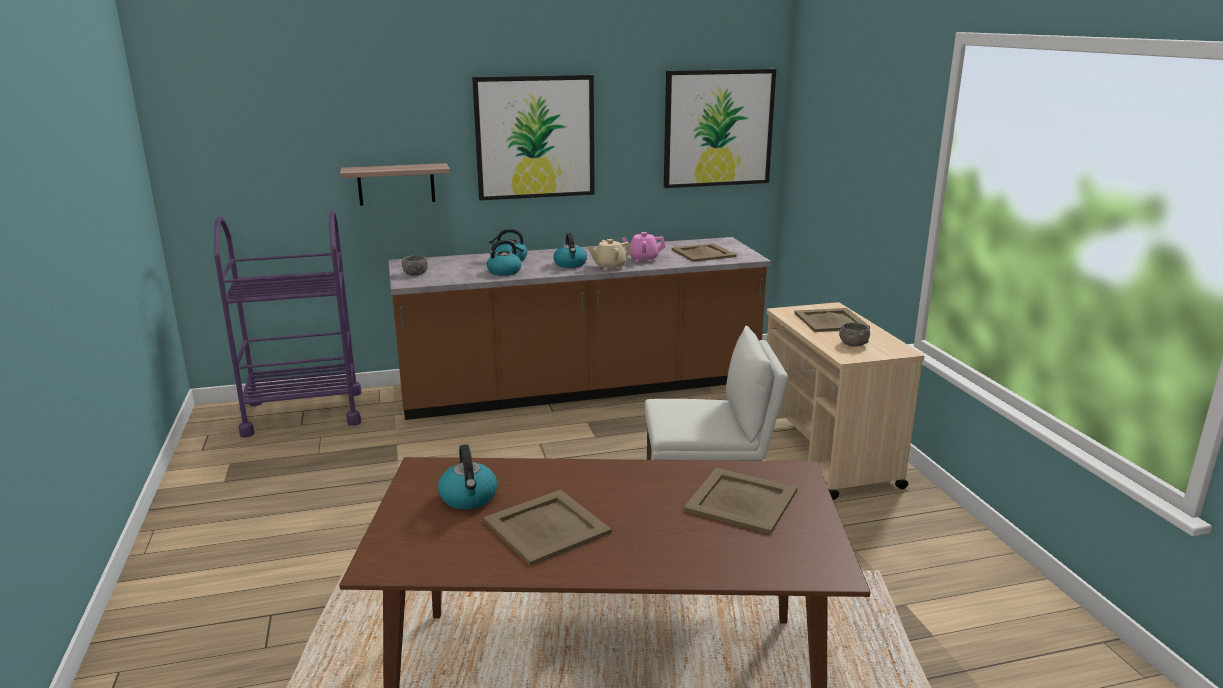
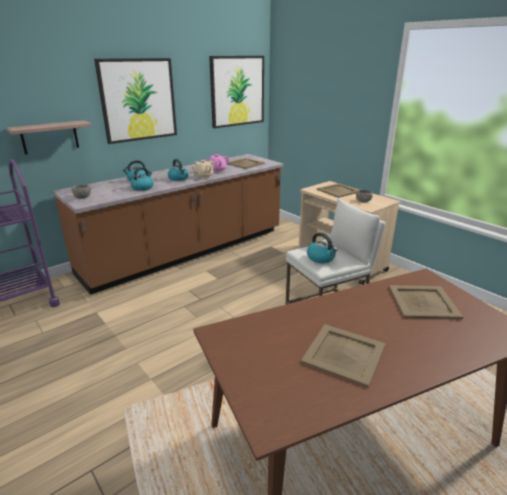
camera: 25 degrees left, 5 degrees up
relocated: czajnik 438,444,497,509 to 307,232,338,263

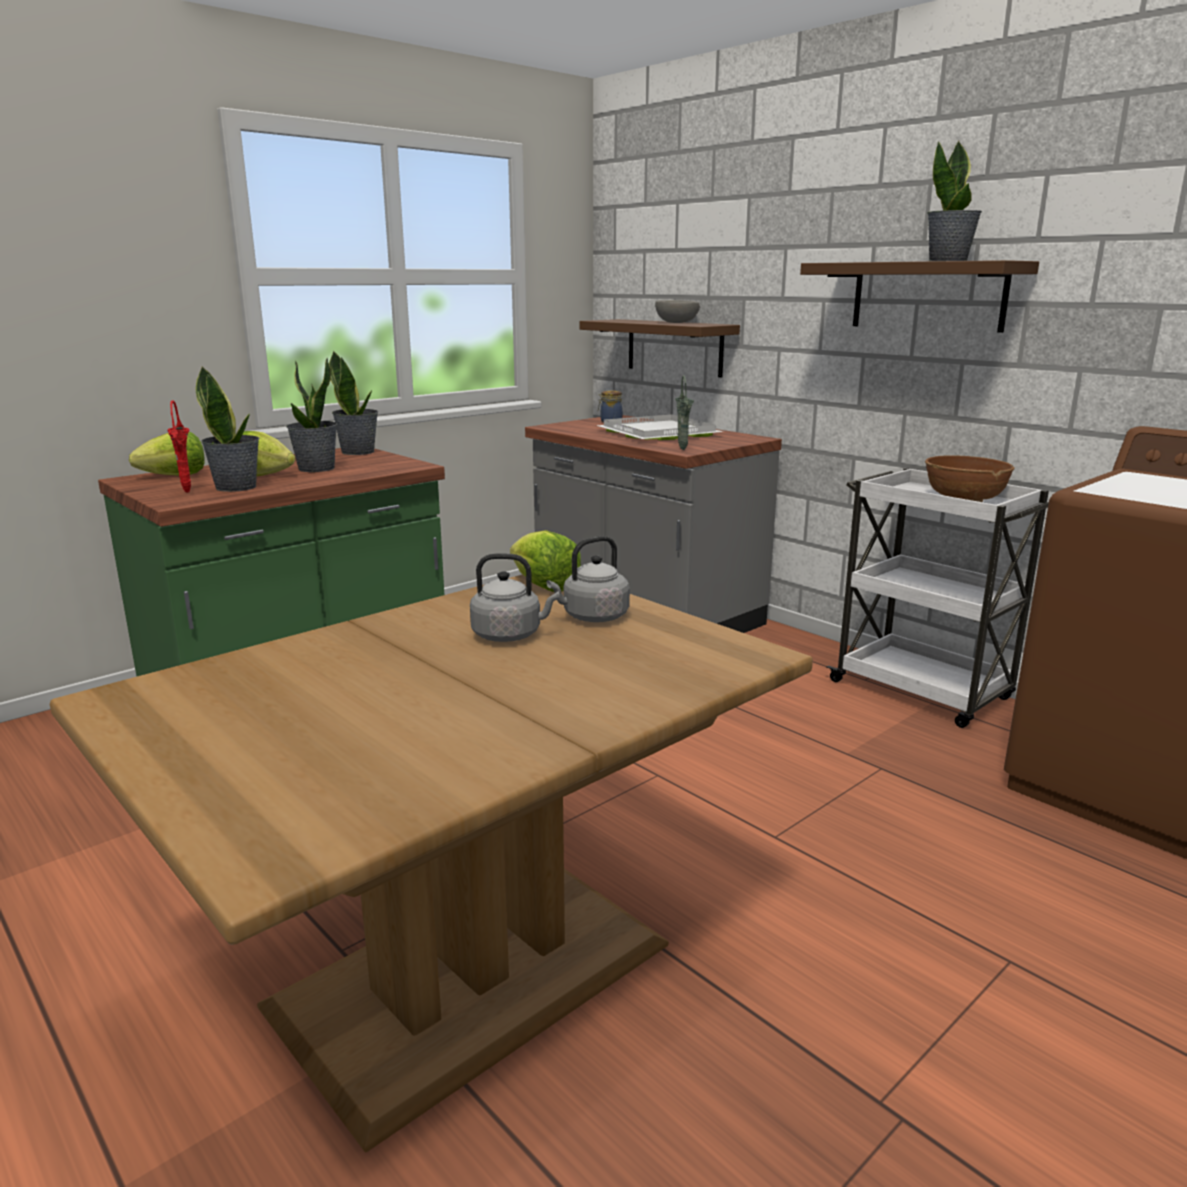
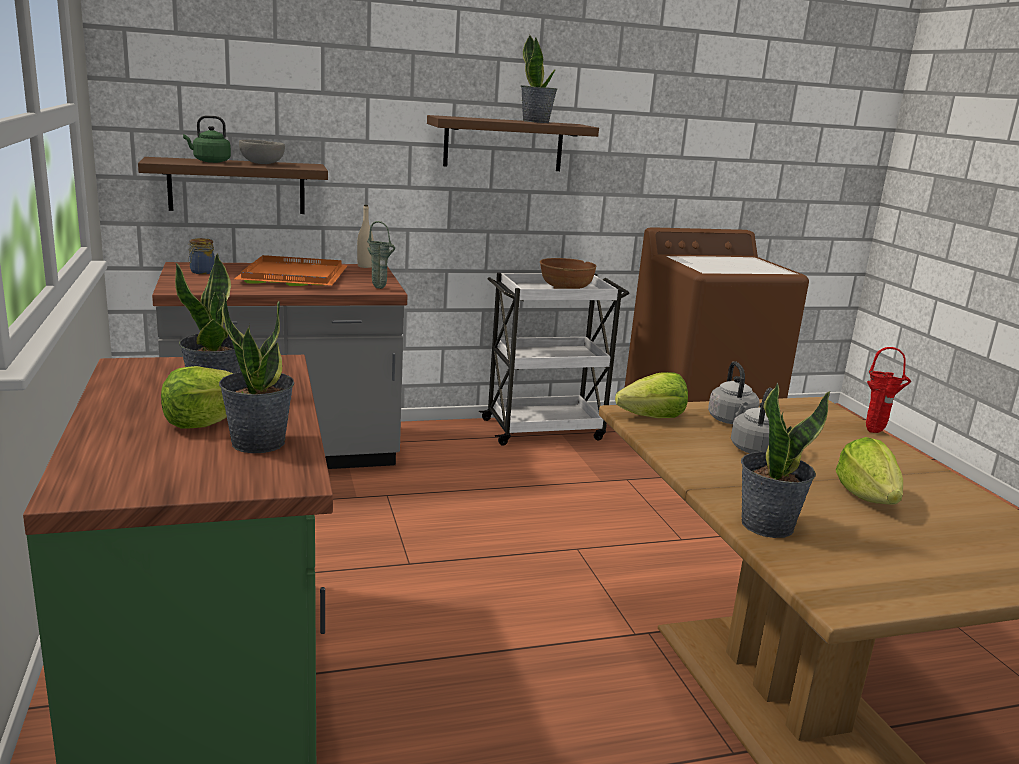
camera: 65 degrees left, 0 degrees up
appeared: czajnik [zielony] 183,115,231,163; butelka [beżowy] 357,205,374,268
relocated: sałata 129,432,205,475 to 835,437,903,505; wazon [czerwony] 168,400,191,493 to 866,347,911,433; roślina doniczkowa 329,351,378,455 to 741,383,830,538
colour: taca [biały] 596,414,723,440 to taca [pomarańczowy] 234,255,347,286

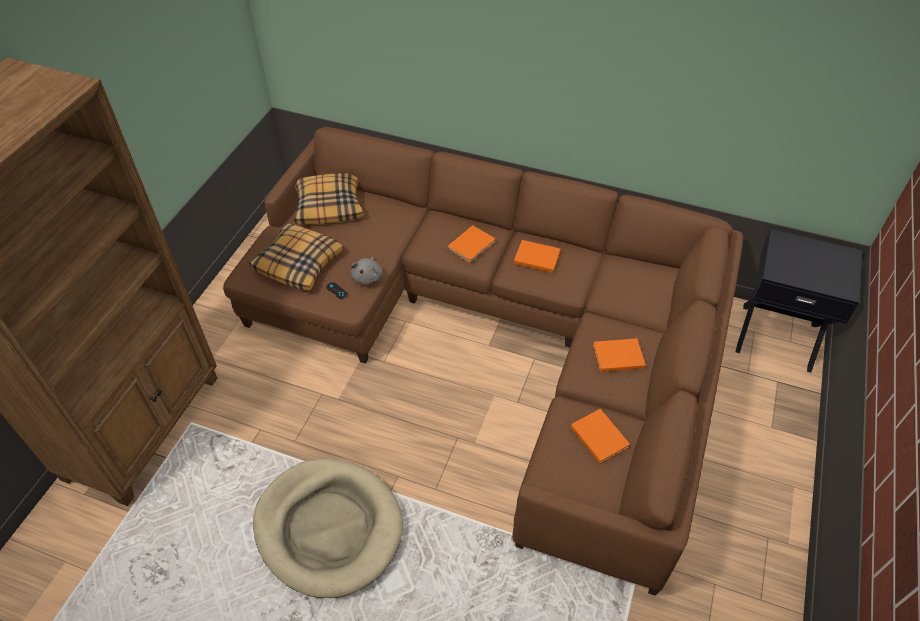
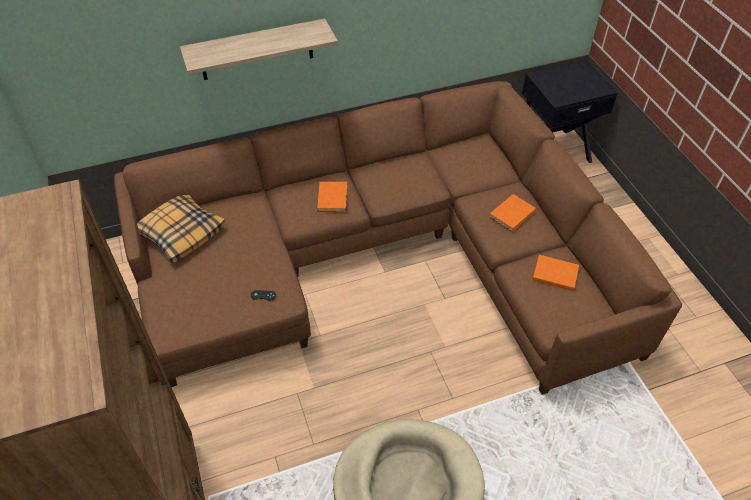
camera: 40 degrees left, 0 degrees up
missing: poduszka 249,223,344,290; pluszak [szary] 351,257,383,285; książka [pomarańczowy] 514,240,560,273
appeared: półka 180,18,338,80

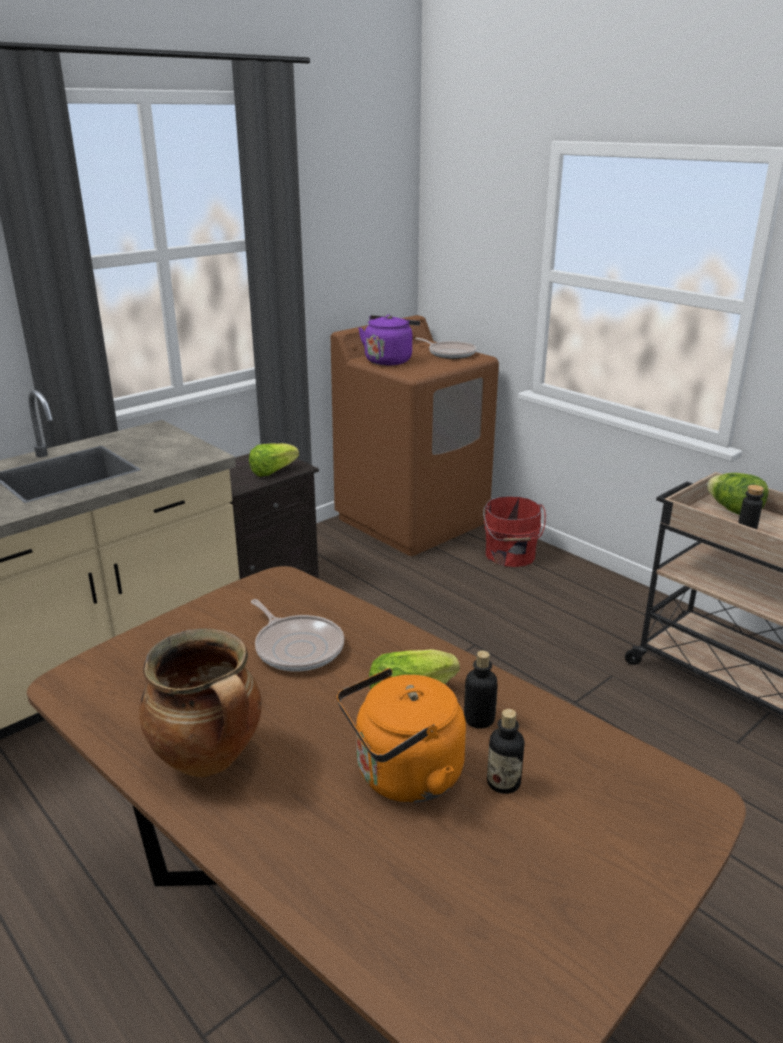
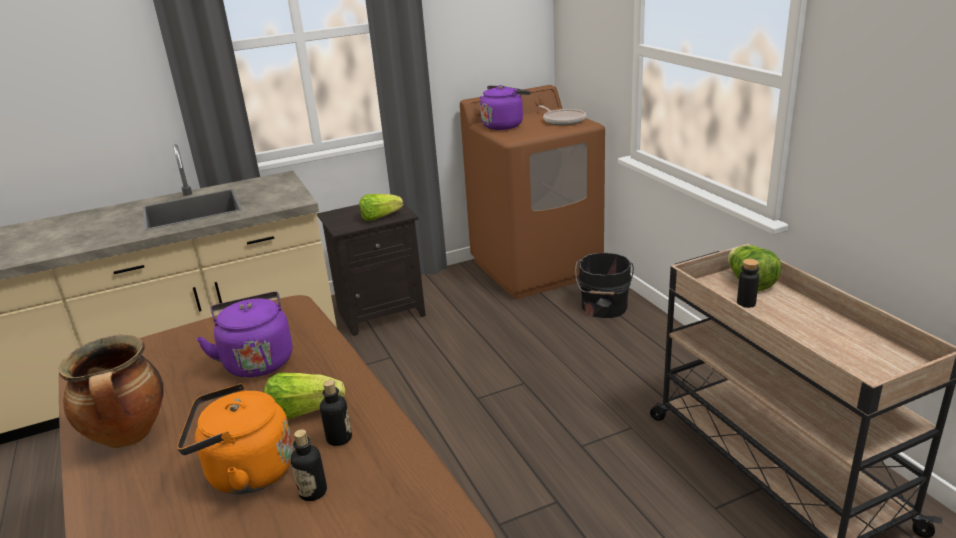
camera: 20 degrees right, 0 degrees up
exchanged: patelnia 251,599,344,671 to czajnik [fioletowy] 196,292,292,378
colour: wiadro [czerwony] 483,496,546,567 to wiadro [czarny] 575,253,634,318

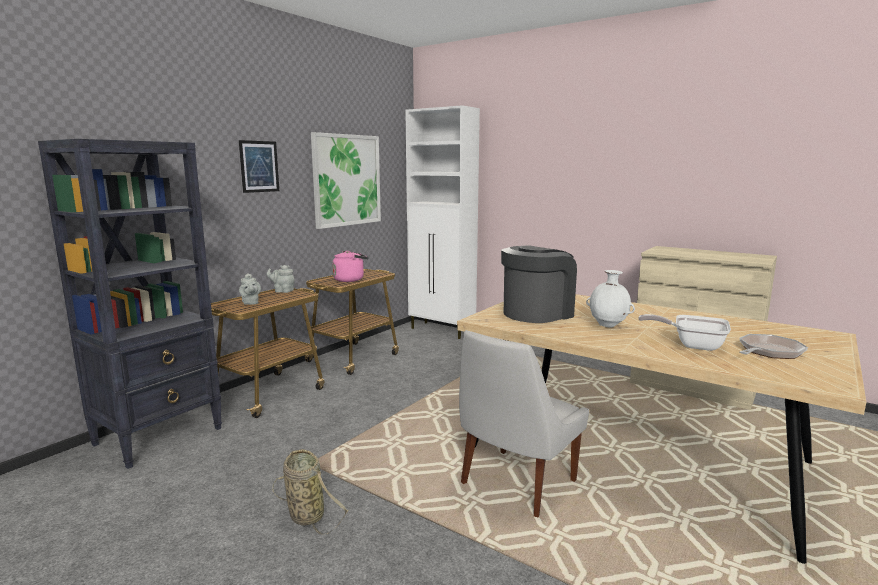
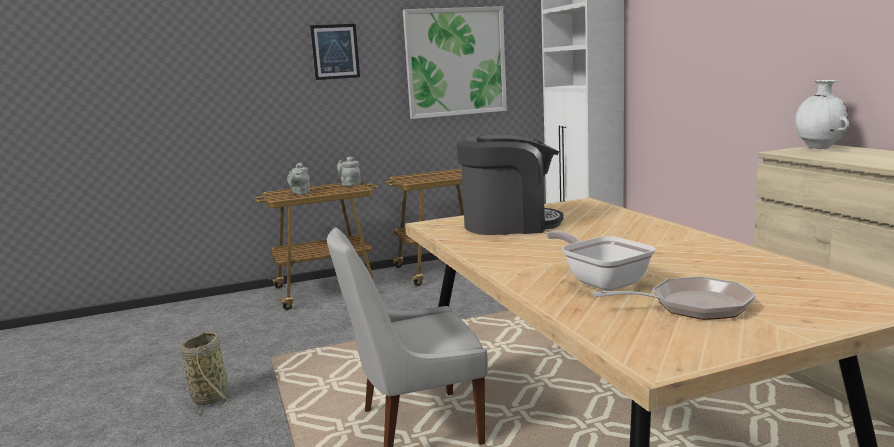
camera: 35 degrees right, 0 degrees up
missing: regał [czarny] 38,139,222,469; czajnik [różowy] 332,251,368,282
relocated: wazon [biały] 586,270,635,328 to 795,80,849,149

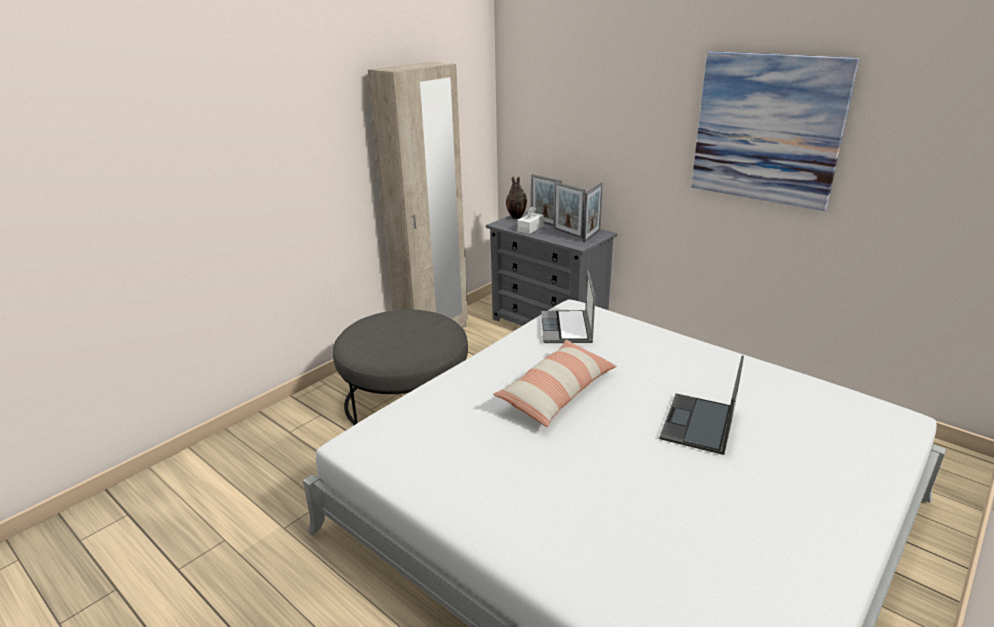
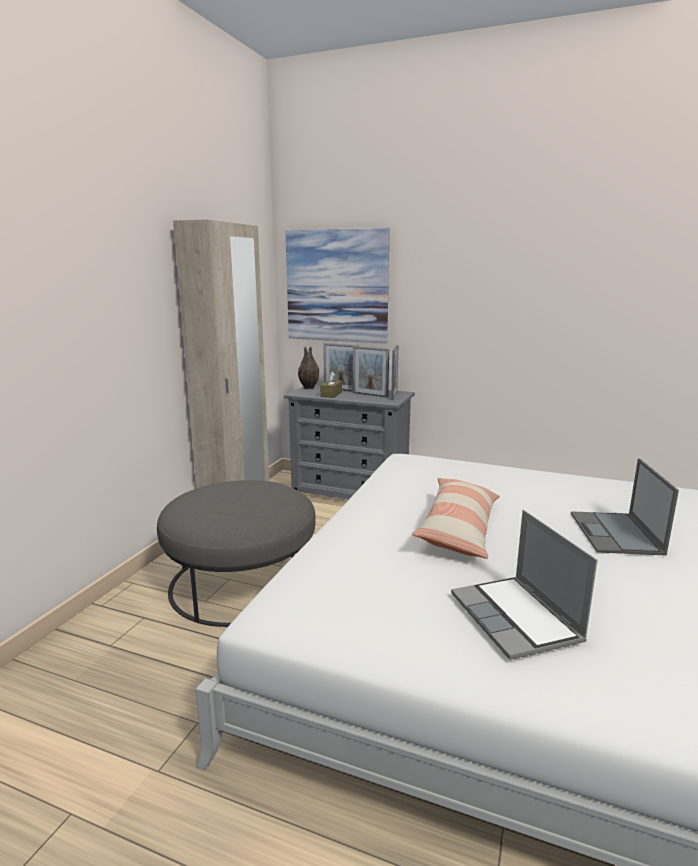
camera: 20 degrees left, 10 degrees down
relocated: laptop 541,269,595,343 to 451,510,598,660; obraz 691,51,860,211 to 285,228,390,343
colour: pudełko chusteczek [biały] 517,206,544,234 to pudełko chusteczek [brązowy] 320,372,342,398

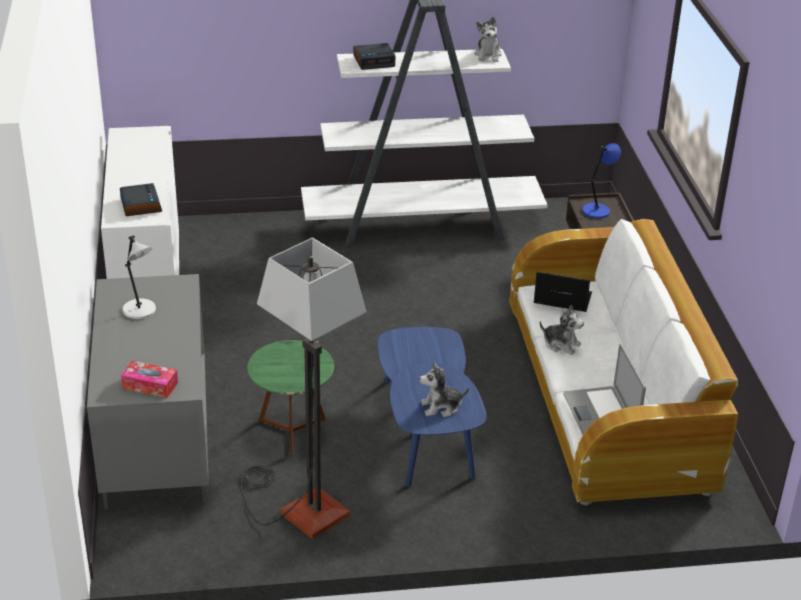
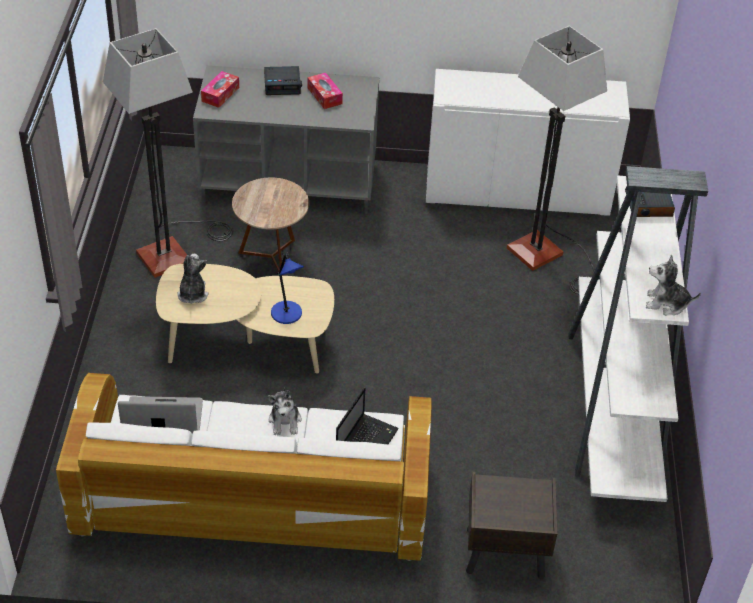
camera: 100 degrees right, 10 degrees up
appeared: lampa stojąca 507,26,607,294
relocated: budzik 120,183,162,216 to 264,66,302,95; lampa stołowa [niebieski] 582,143,621,218 to 271,252,304,324
exchanged: lampa stołowa [szary] 122,235,156,319 to pudełko chusteczek 308,73,343,109
colour: stolik [zielony] 247,340,334,458 to stolik [brązowy] 232,178,309,276; ława [niebieski] 378,327,486,487 to ława [beżowy] 156,264,334,374
spun: pluszak 540,305,584,355 = 268,387,302,435 45 degrees counterclockwise

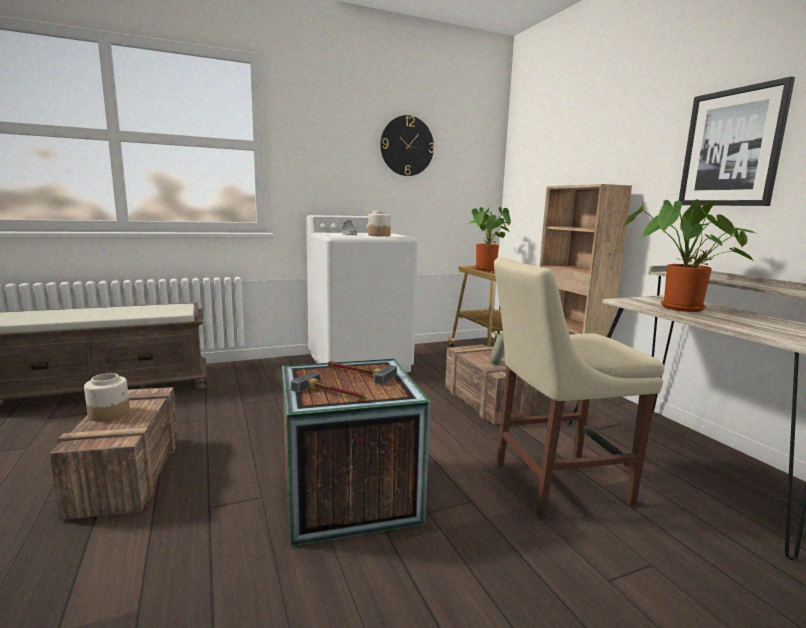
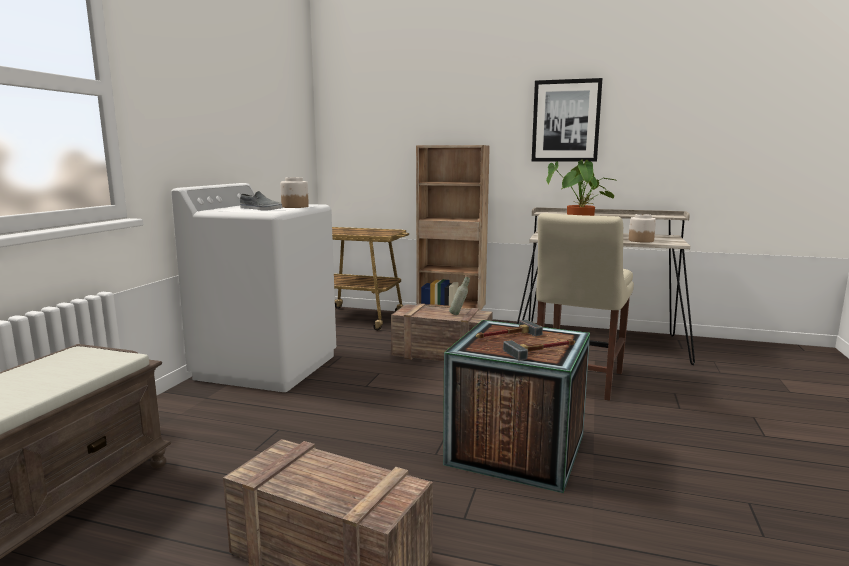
camera: 50 degrees left, 0 degrees up
missing: zegar ścienny 380,115,434,176; roślina doniczkowa 467,207,511,271
relocated: słoik 84,373,130,422 to 629,214,656,243

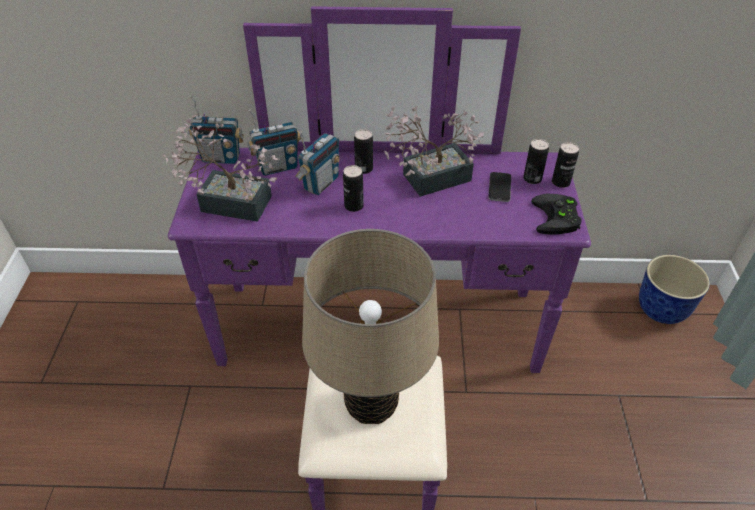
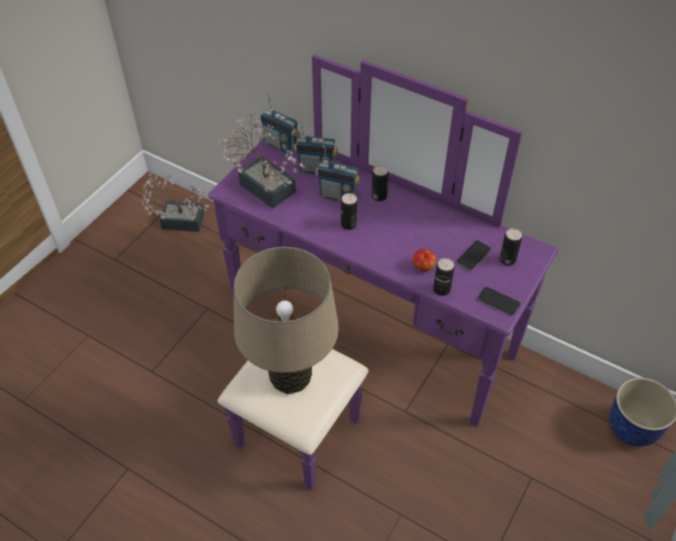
camera: 30 degrees right, 5 degrees up
appeared: jabłko 413,249,436,271
relocated: roślina doniczkowa 384,105,484,197 to 140,171,209,232; puszka 552,142,579,188 to 433,258,455,296
exchanged: pad do gier [czarny] 531,194,582,234 to telefon 478,287,521,316
spun: radio 295,132,340,195 = 315,145,361,202 45 degrees clockwise

